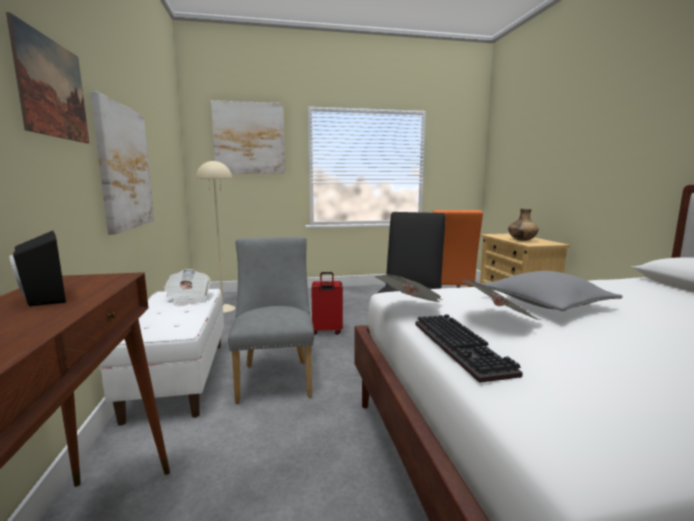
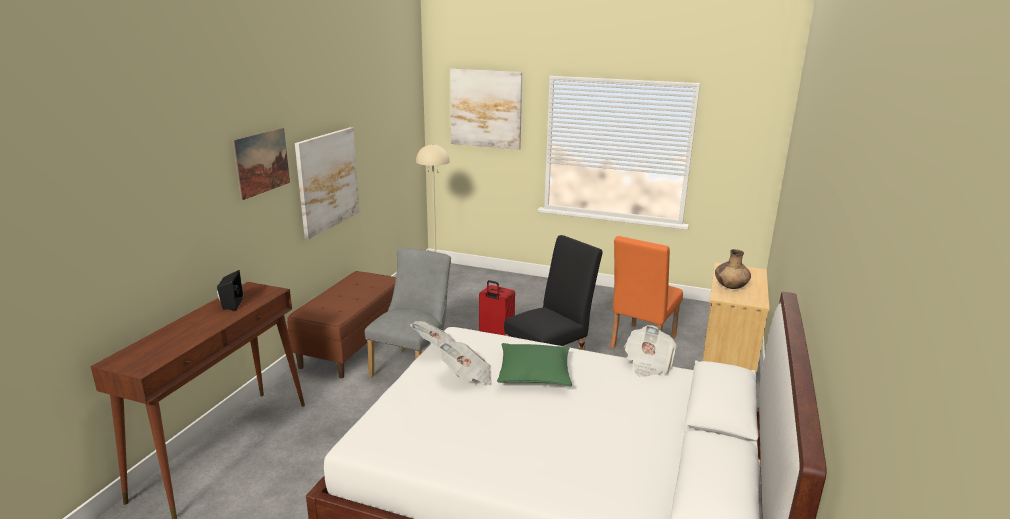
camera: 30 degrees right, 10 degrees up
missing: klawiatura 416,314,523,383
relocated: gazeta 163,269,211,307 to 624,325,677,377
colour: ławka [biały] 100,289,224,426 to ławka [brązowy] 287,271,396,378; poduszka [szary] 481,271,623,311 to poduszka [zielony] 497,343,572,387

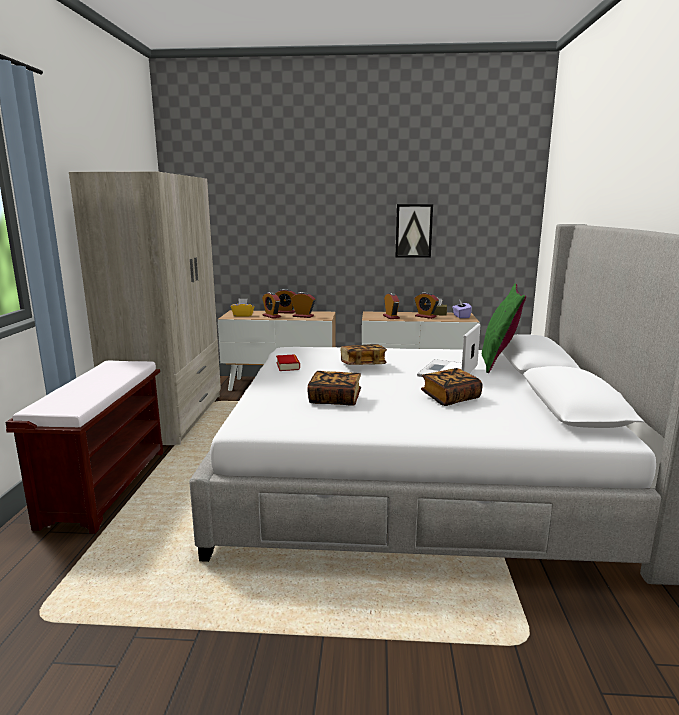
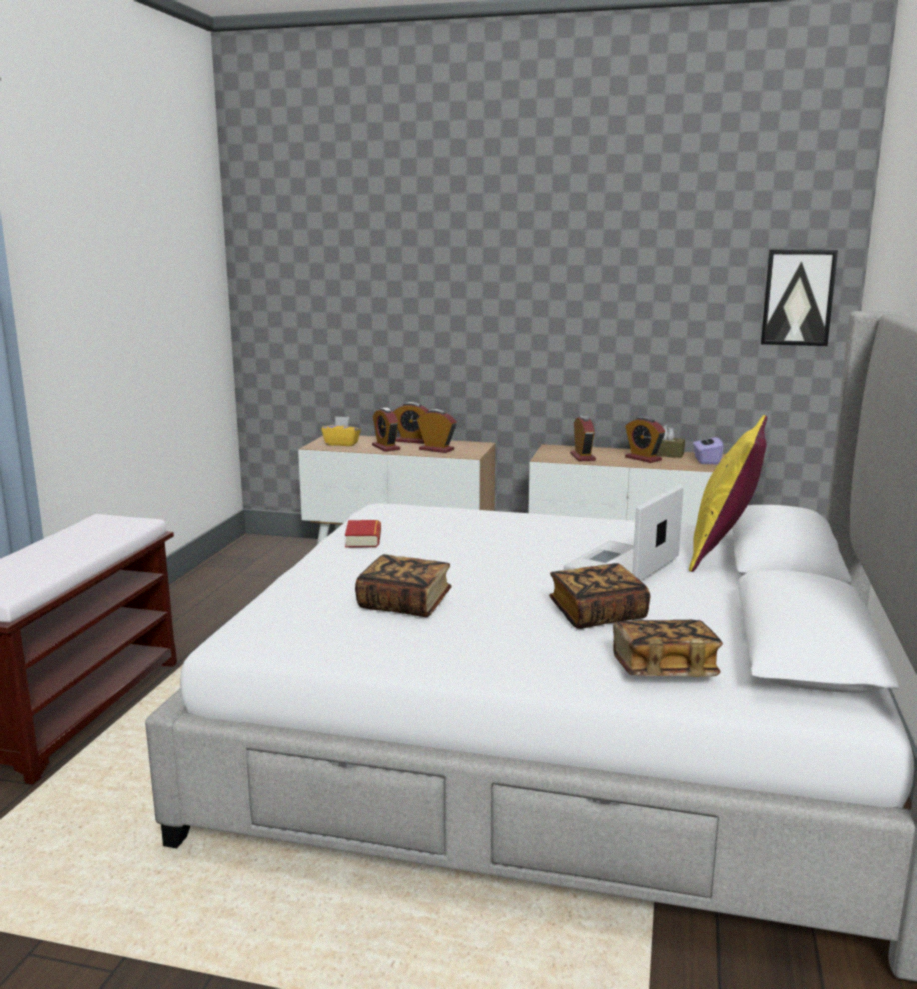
camera: 10 degrees right, 0 degrees up
missing: szafa [beżowy] 69,171,221,445
relocated: książka 340,344,387,365 to 613,620,723,677; obraz 395,204,433,258 to 761,250,838,346
colour: poduszka [zielony] 482,283,526,373 to poduszka [żółty] 689,415,767,572

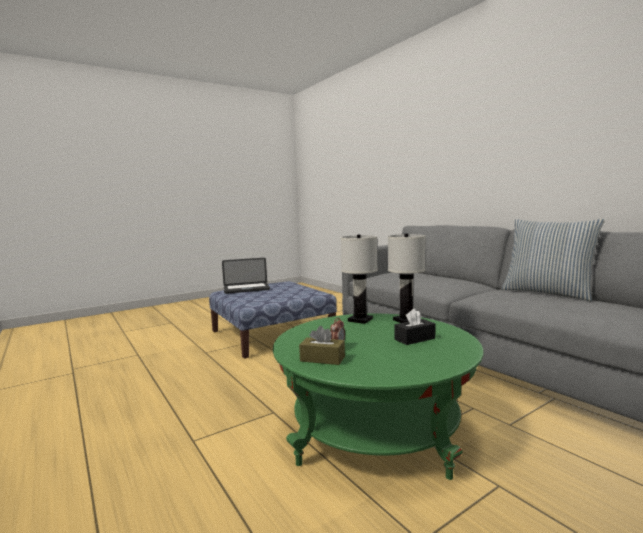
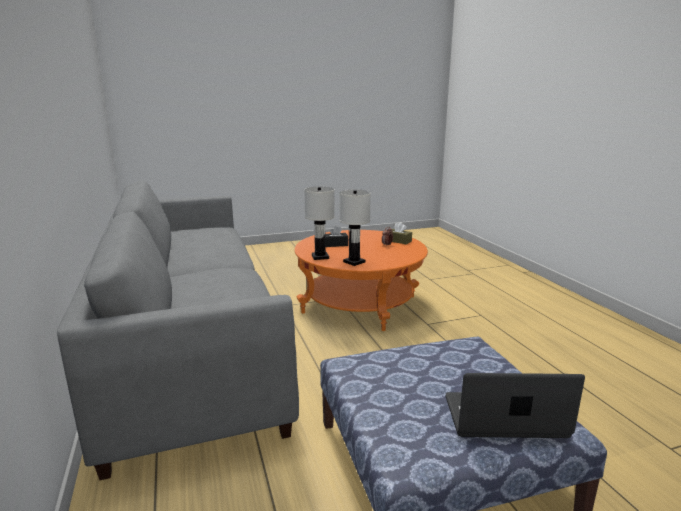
camera: 165 degrees left, 10 degrees up
missing: poduszka 502,219,605,301
colour: ława [zielony] 273,313,484,480 to ława [pomarańczowy] 295,230,428,331

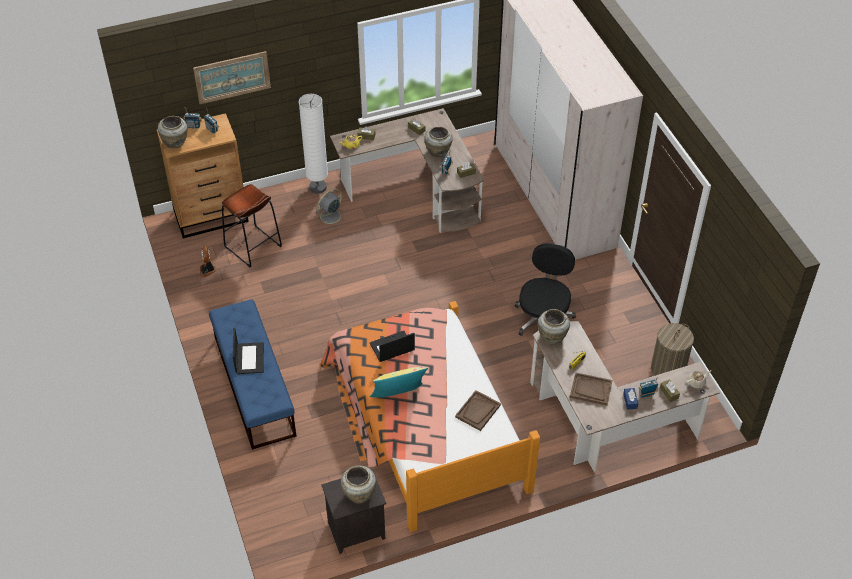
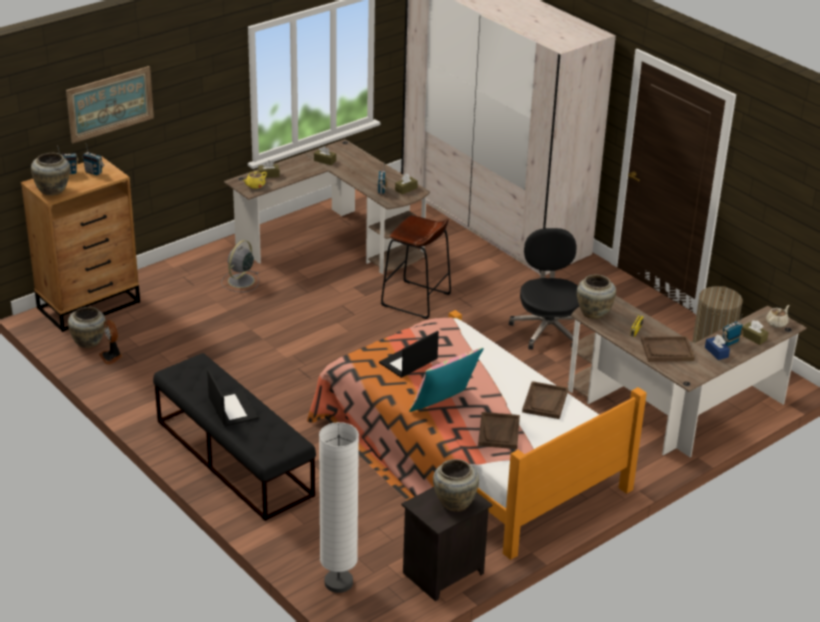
camera: 20 degrees left, 15 degrees down
appeared: taca [brązowy] 478,412,520,449
relocated: stołek [brązowy] 222,184,282,267 to 381,215,451,319; lampa stojąca [biały] 299,94,328,194 to 319,422,359,593; wazon [beżowy] 425,127,453,157 to 68,307,106,348
colour: ławka [niebieski] 209,299,297,450 to ławka [czarny] 153,353,316,521; poduszka [żółty] 370,367,428,398 to poduszka [różowy] 409,348,484,412

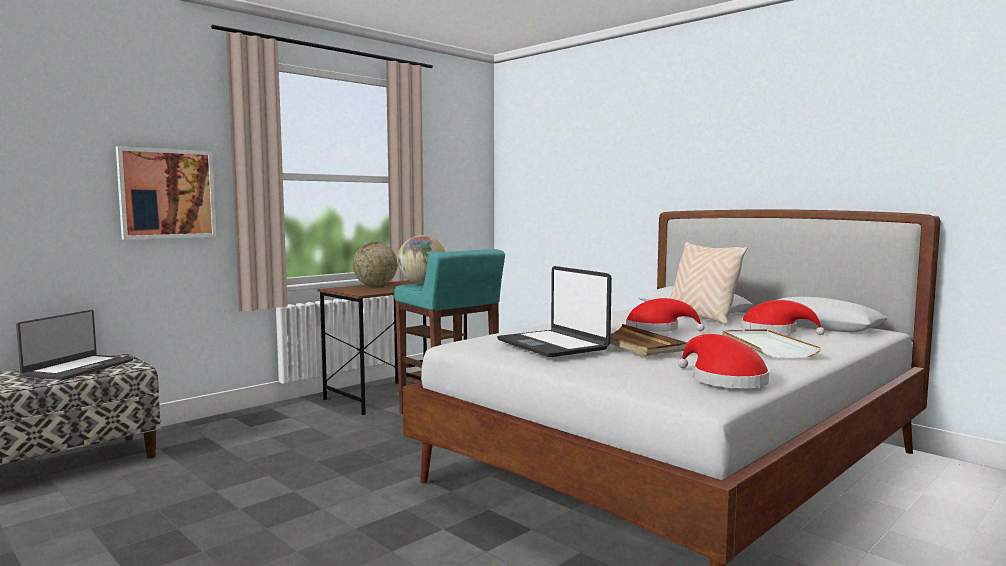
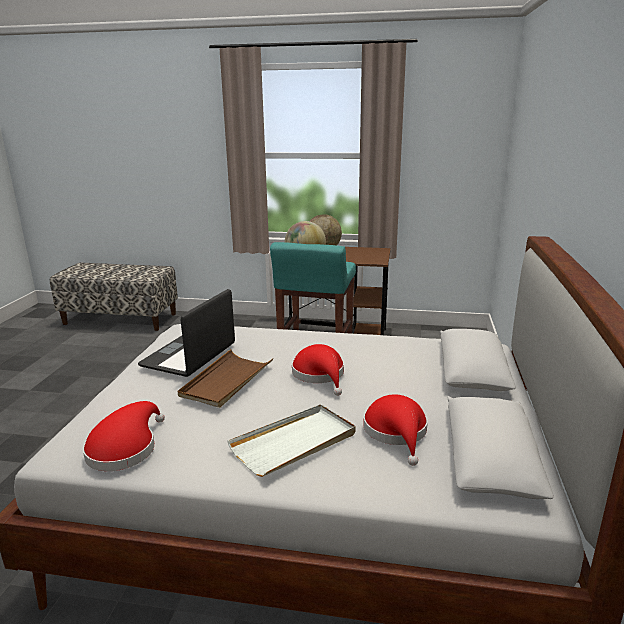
camera: 55 degrees right, 15 degrees up
missing: laptop 16,310,133,380; obraz 116,146,216,240; poduszka [beżowy] 670,242,748,324

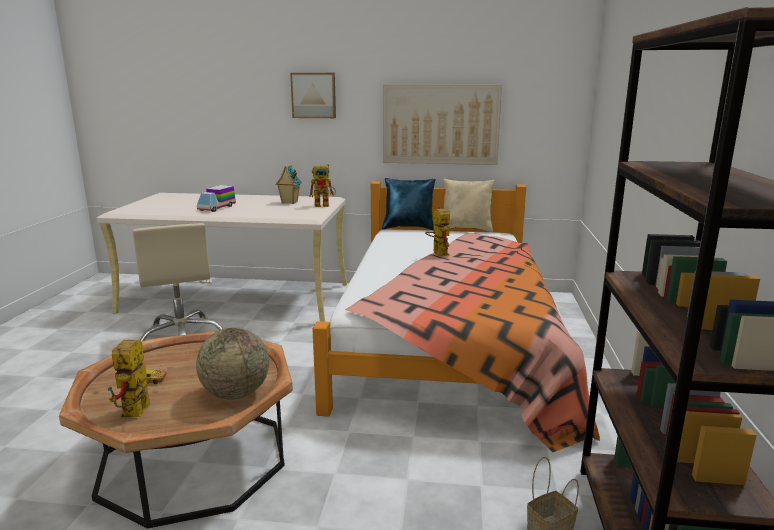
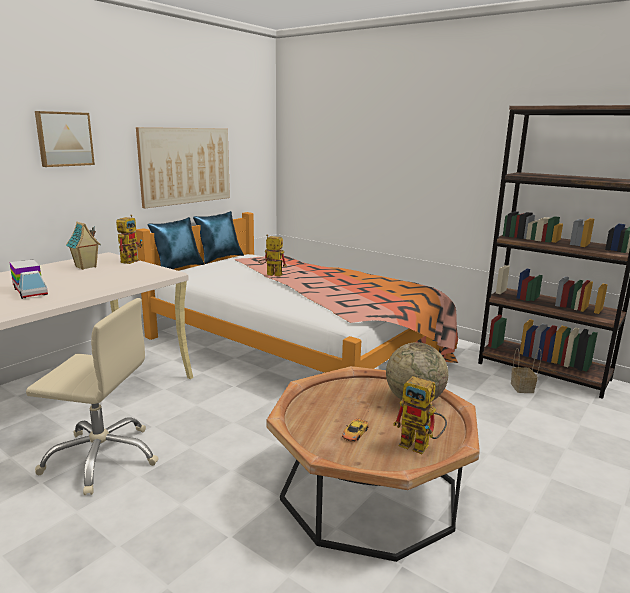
camera: 60 degrees left, 0 degrees up
colour: poduszka [beżowy] 443,179,495,233 to poduszka [niebieski] 193,211,244,264

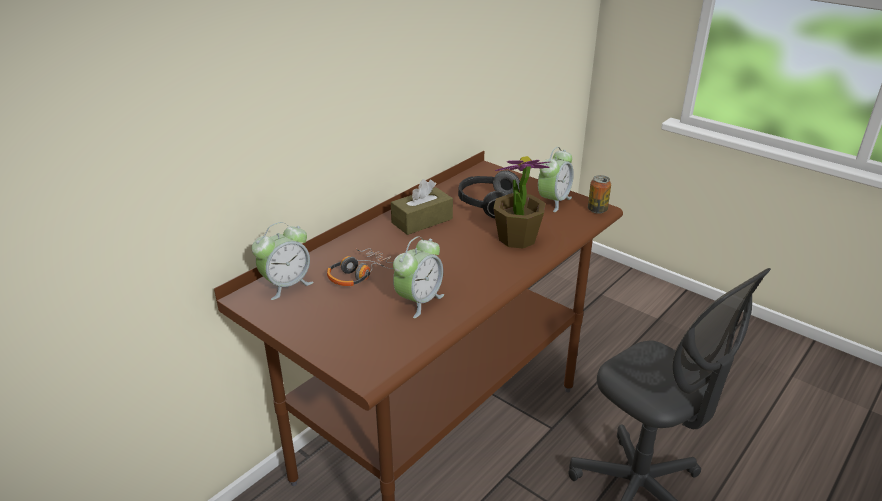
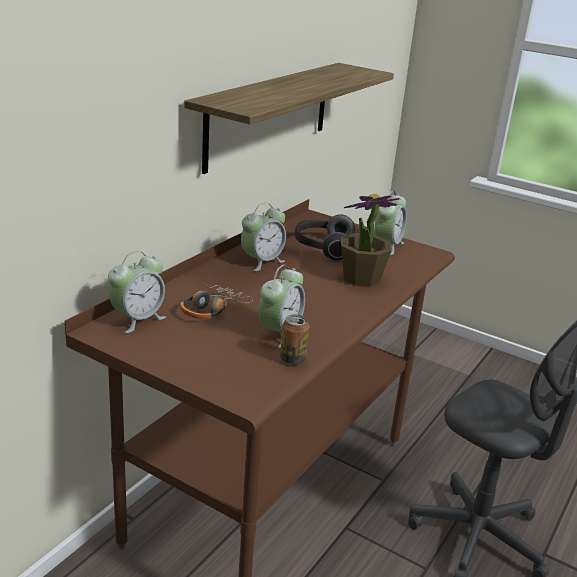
camera: 10 degrees left, 5 degrees down
appeared: półka 184,63,394,174
relocated: puszka 588,175,611,214 to 280,314,309,365
exchanged: pudełko chusteczek [brązowy] 391,179,453,235 to budzik 241,203,286,272

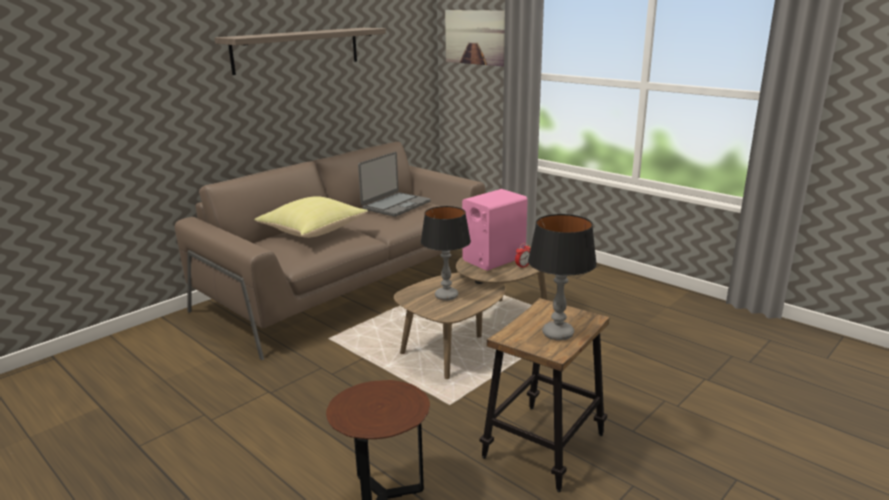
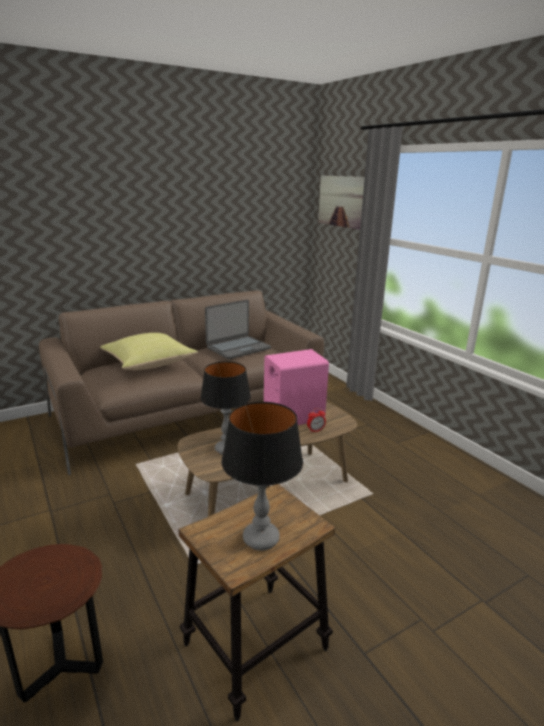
camera: 15 degrees right, 0 degrees up
missing: półka 215,28,386,75

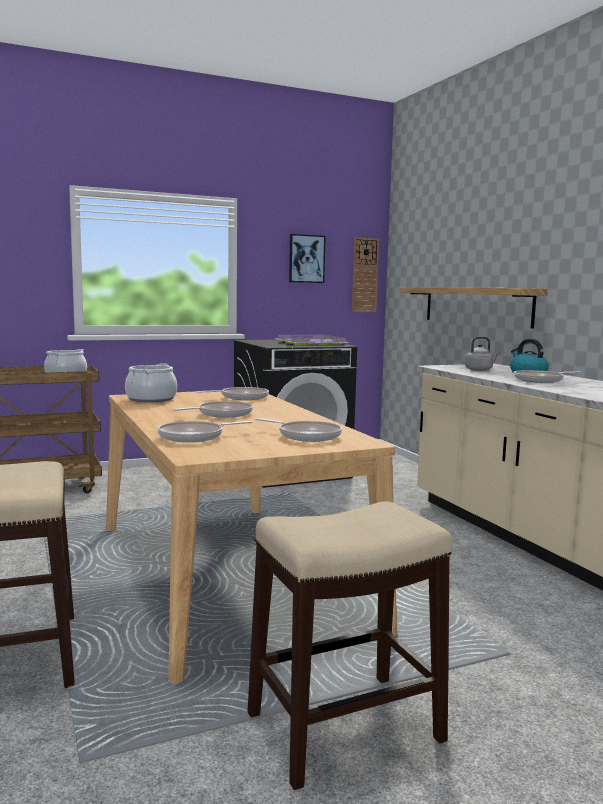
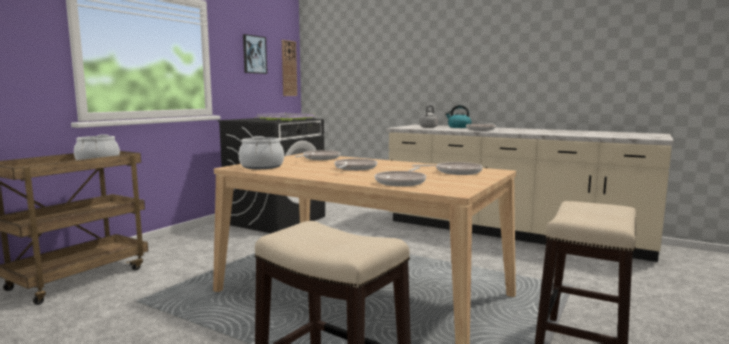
camera: 35 degrees left, 0 degrees up
missing: półka 399,287,548,329

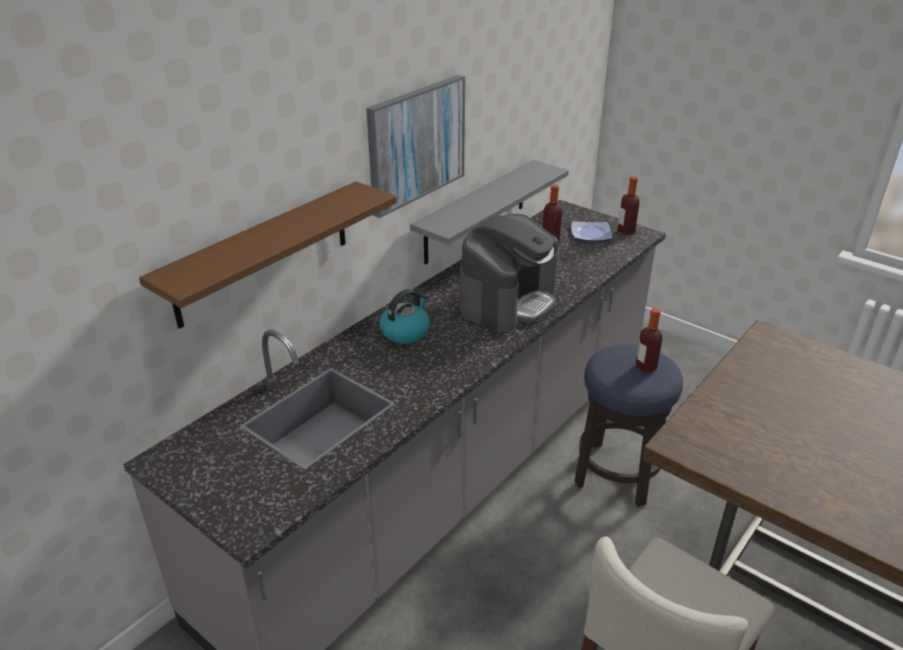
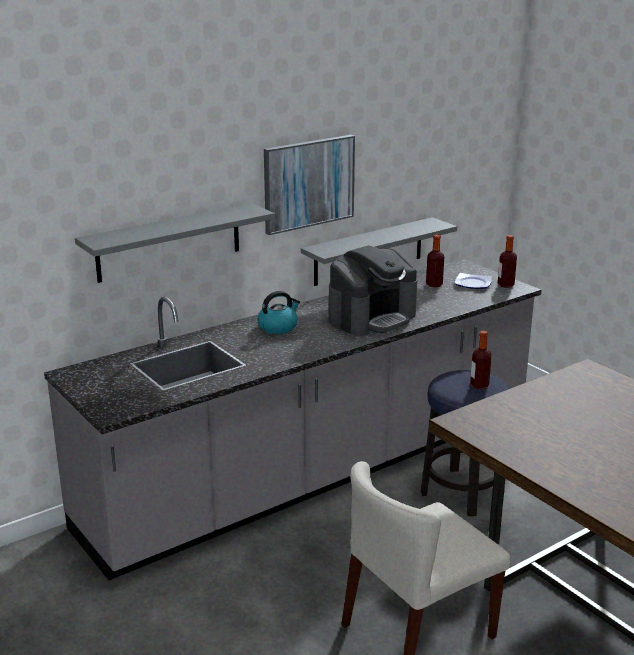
camera: 15 degrees right, 10 degrees down
colour: półka [brązowy] 139,181,397,329 to półka [szary] 75,203,275,283

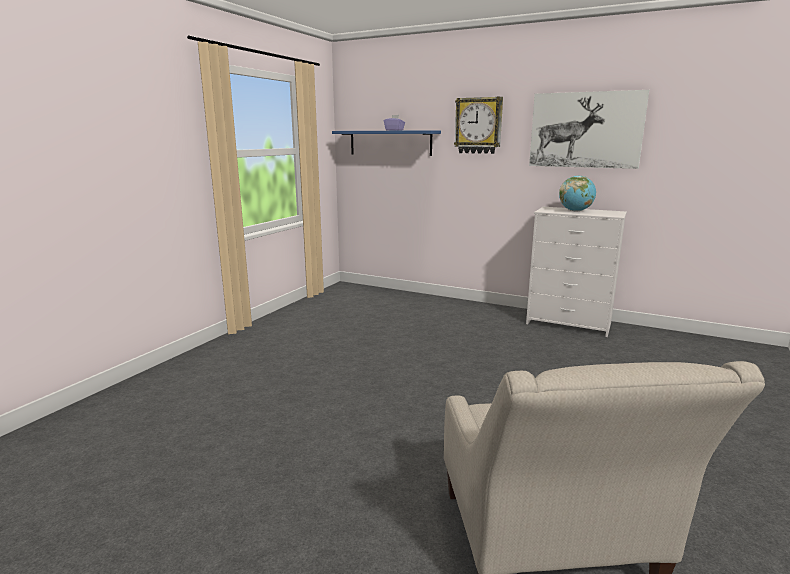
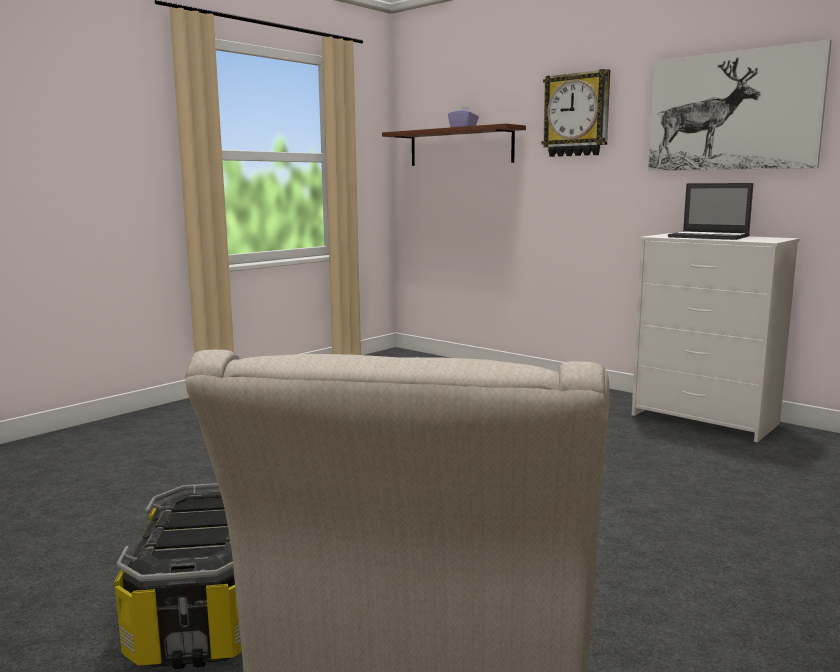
camera: 15 degrees right, 5 degrees down
appeared: pojemnik do przechowywania 114,483,242,669
exchanged: globus 559,175,596,211 to laptop 668,183,754,240
colour: półka [niebieski] 332,130,441,156 to półka [brązowy] 382,123,526,166

